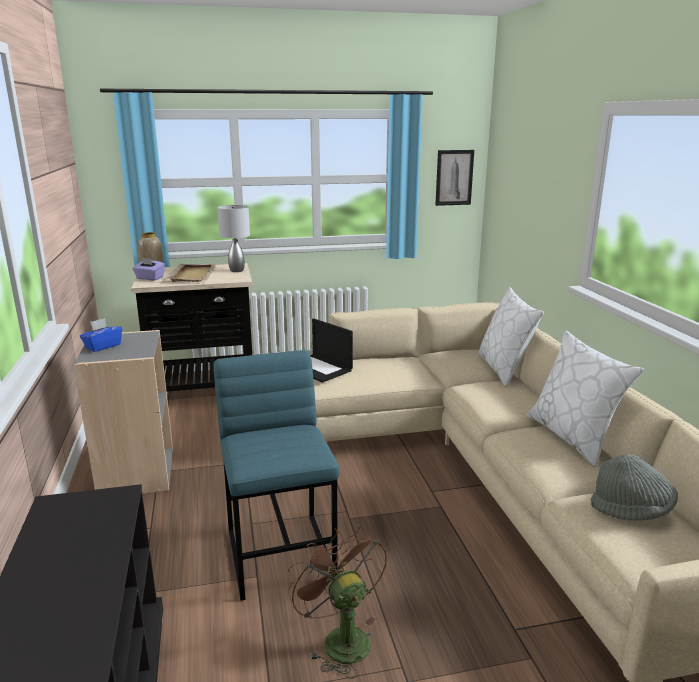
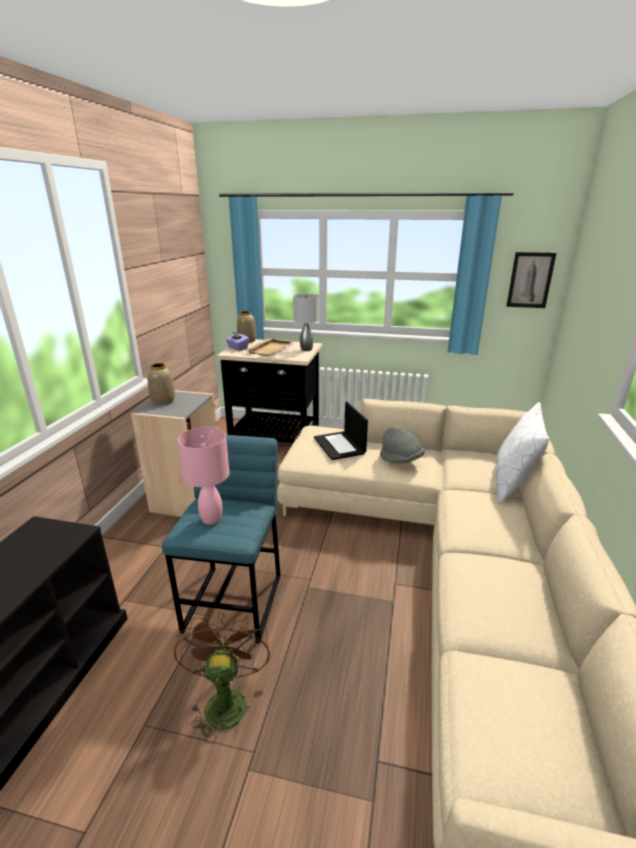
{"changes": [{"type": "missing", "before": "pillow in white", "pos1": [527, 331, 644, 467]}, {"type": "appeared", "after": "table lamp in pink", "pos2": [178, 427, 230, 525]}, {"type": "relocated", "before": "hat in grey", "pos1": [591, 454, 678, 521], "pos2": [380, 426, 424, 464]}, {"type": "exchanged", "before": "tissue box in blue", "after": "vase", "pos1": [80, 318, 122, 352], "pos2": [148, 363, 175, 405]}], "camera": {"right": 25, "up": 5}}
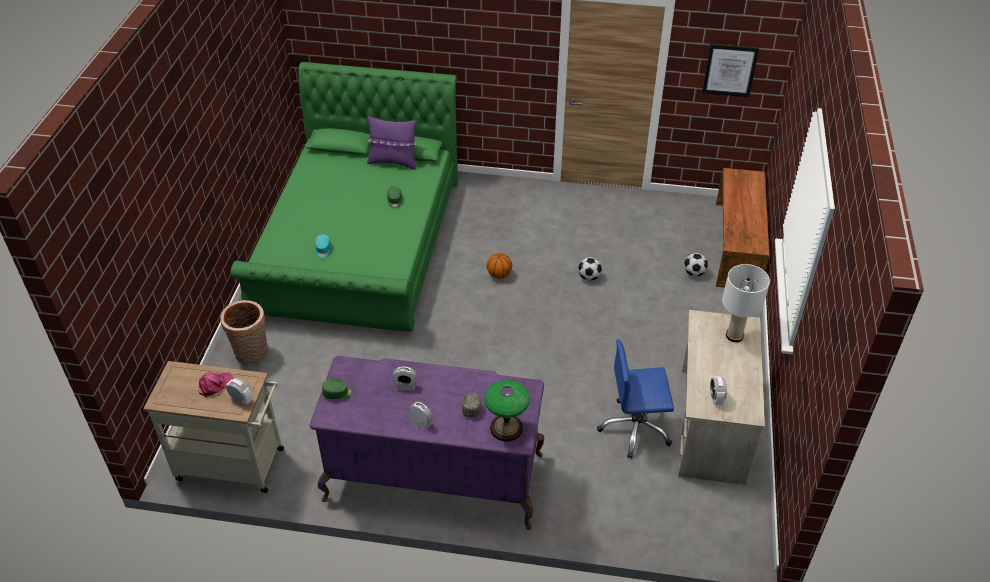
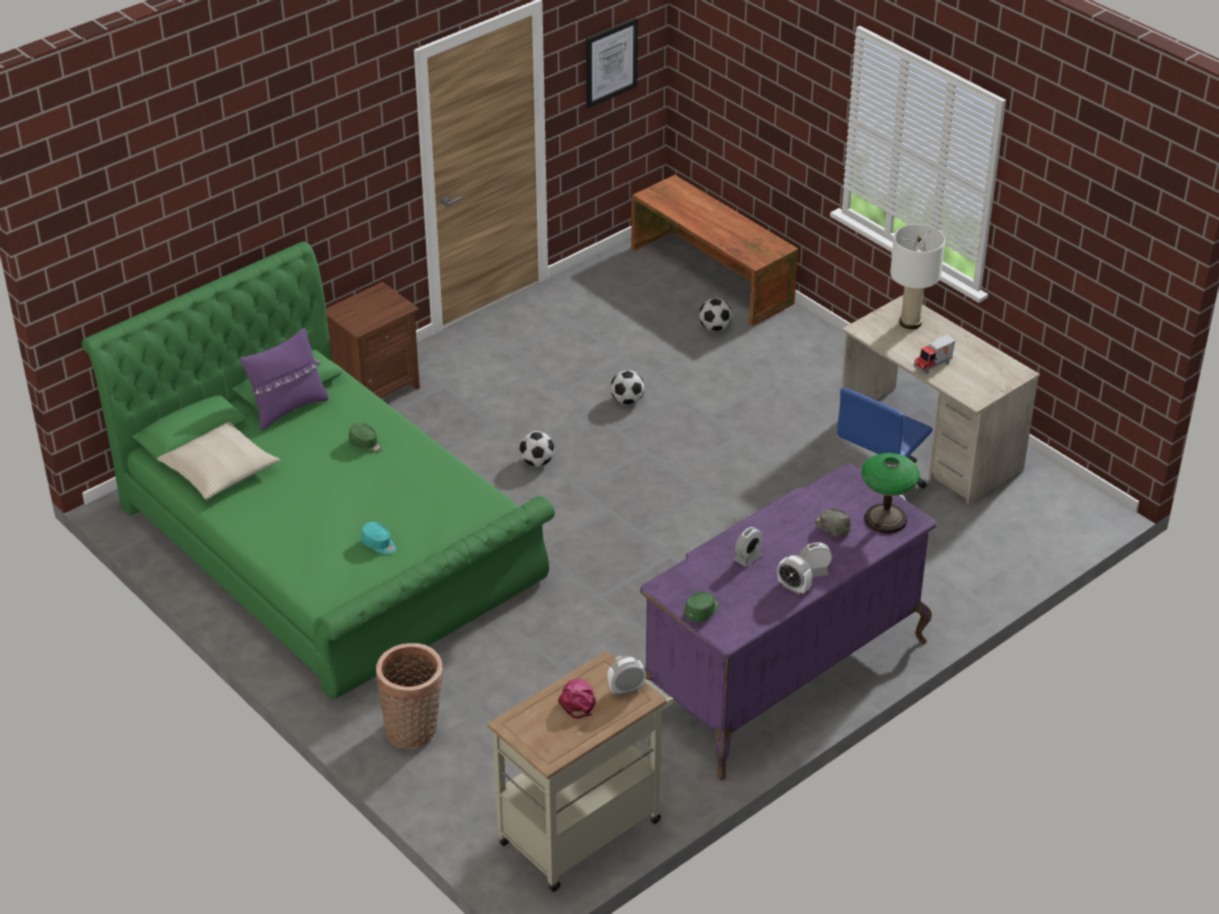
{"changes": [{"type": "appeared", "after": "pillow in beige", "pos2": [157, 422, 280, 499]}, {"type": "appeared", "after": "nightstand in brown", "pos2": [326, 282, 420, 399]}, {"type": "appeared", "after": "toy truck", "pos2": [914, 335, 955, 374]}, {"type": "relocated", "before": "alarm clock", "pos1": [710, 376, 727, 405], "pos2": [777, 555, 812, 595]}, {"type": "exchanged", "before": "basketball", "after": "football", "pos1": [487, 253, 512, 279], "pos2": [519, 431, 555, 467]}], "camera": {"right": -50, "up": -5}}
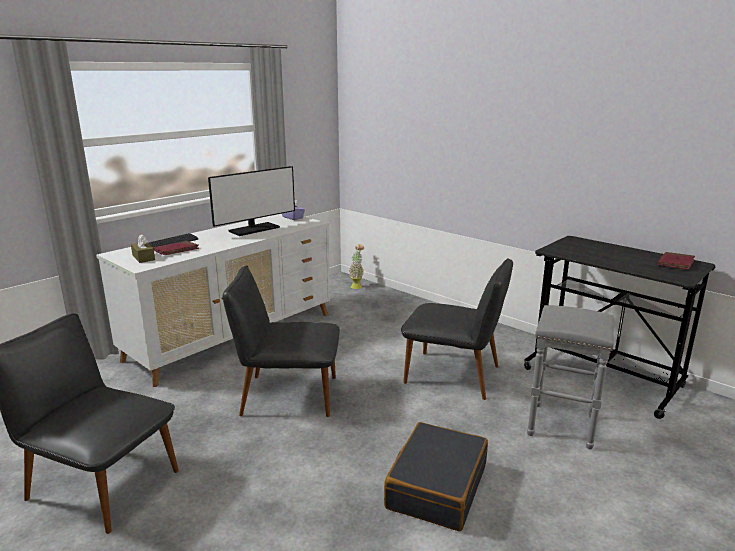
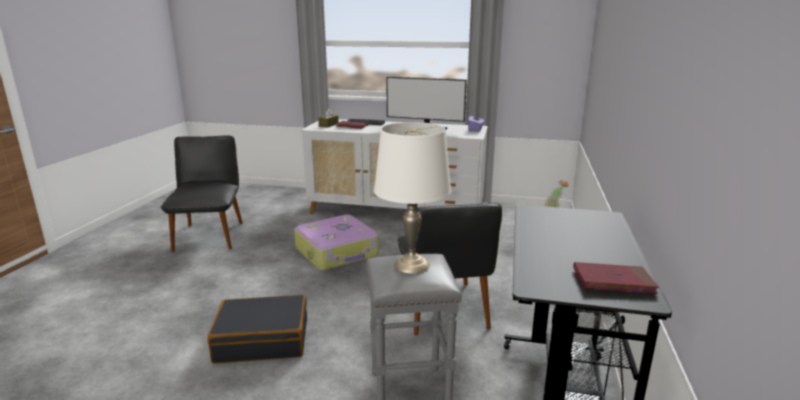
{"changes": [{"type": "appeared", "after": "table lamp in white", "pos2": [374, 122, 451, 274]}, {"type": "exchanged", "before": "chair in black", "after": "suitcase", "pos1": [223, 265, 340, 417], "pos2": [294, 214, 379, 271]}], "camera": {"right": 60, "up": 0}}
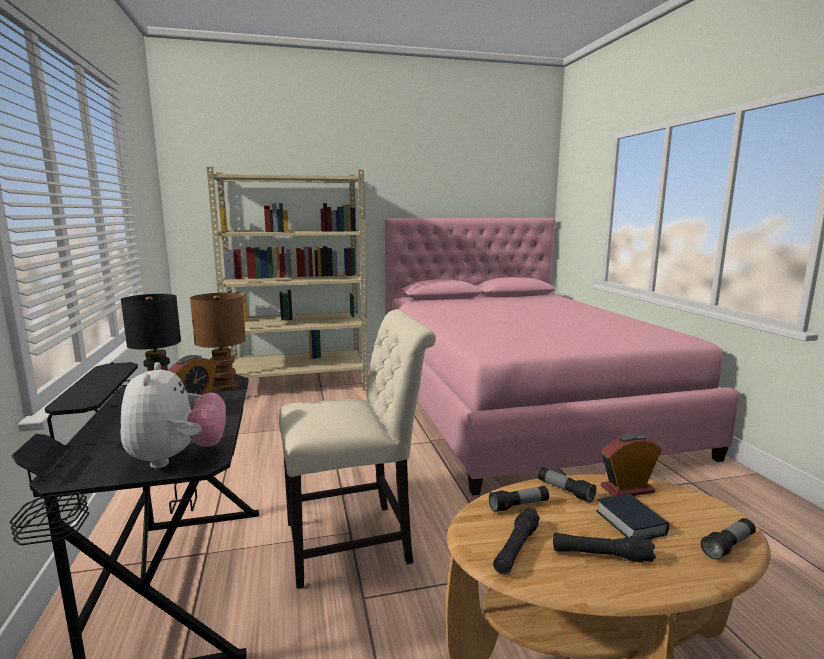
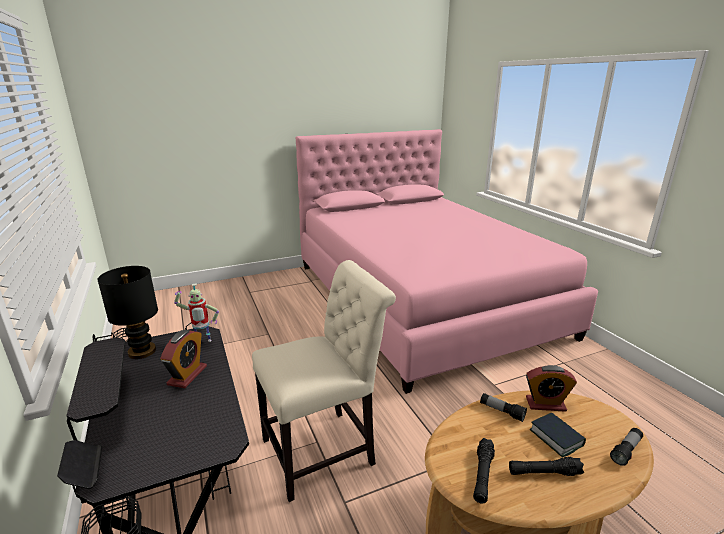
{"changes": [{"type": "missing", "before": "plush toy", "pos1": [121, 362, 226, 468]}, {"type": "missing", "before": "bookcase in beige", "pos1": [207, 167, 368, 391]}, {"type": "missing", "before": "flashlight", "pos1": [489, 486, 549, 513]}, {"type": "exchanged", "before": "table lamp in brown", "after": "toy robot", "pos1": [190, 293, 246, 391], "pos2": [174, 283, 219, 342]}, {"type": "spun", "before": "alarm clock", "pos1": [601, 433, 662, 496], "pos2": [526, 365, 577, 412], "turn": -150}], "camera": {"right": -10, "up": 10}}
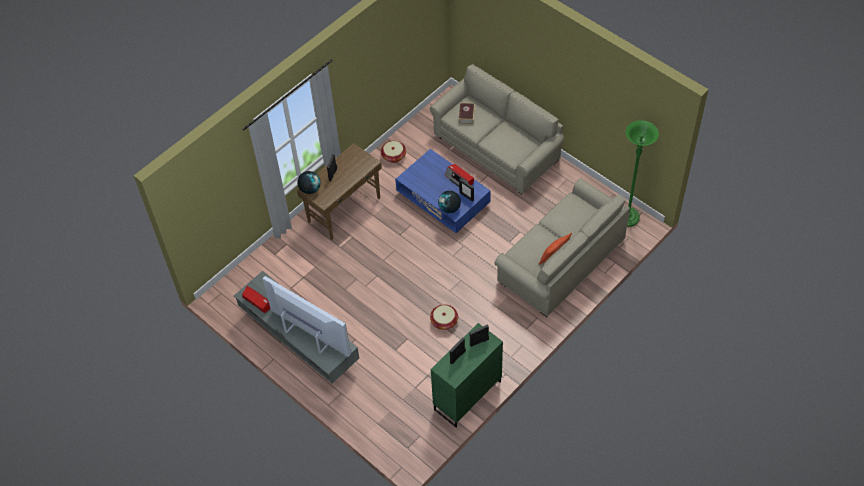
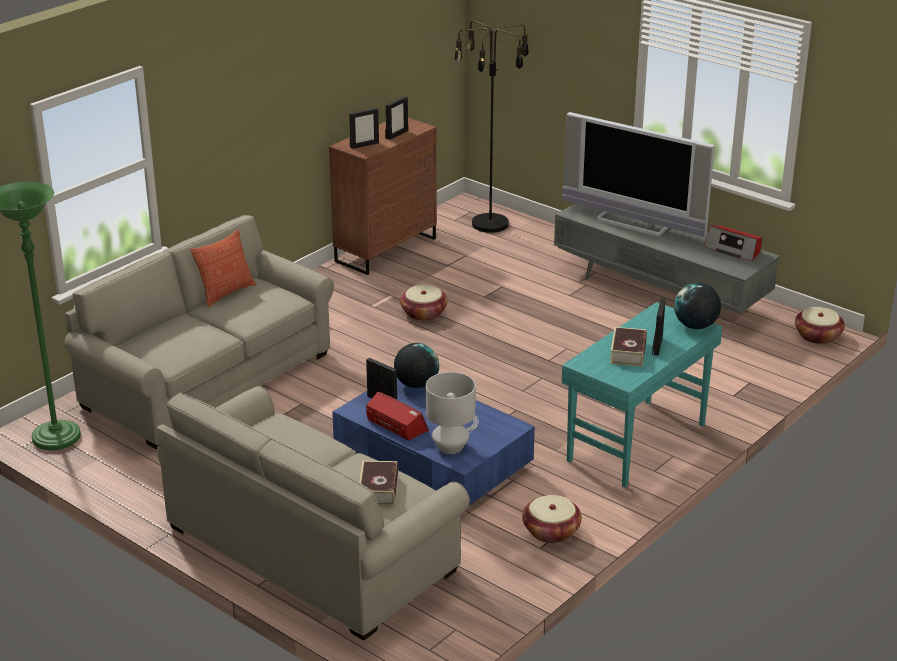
{"changes": [{"type": "appeared", "after": "table lamp in grey", "pos2": [426, 372, 479, 454]}, {"type": "appeared", "after": "floor lamp", "pos2": [455, 20, 529, 233]}, {"type": "appeared", "after": "book", "pos2": [610, 327, 647, 366]}, {"type": "appeared", "after": "basket", "pos2": [795, 307, 845, 344]}, {"type": "colour", "before": "console table in brown", "after": "console table in turquoise", "pos1": [297, 143, 382, 240], "pos2": [562, 302, 722, 488]}, {"type": "colour", "before": "dresser in green", "after": "dresser in brown", "pos1": [431, 323, 503, 427], "pos2": [329, 118, 437, 275]}], "camera": {"right": 175, "up": -25}}
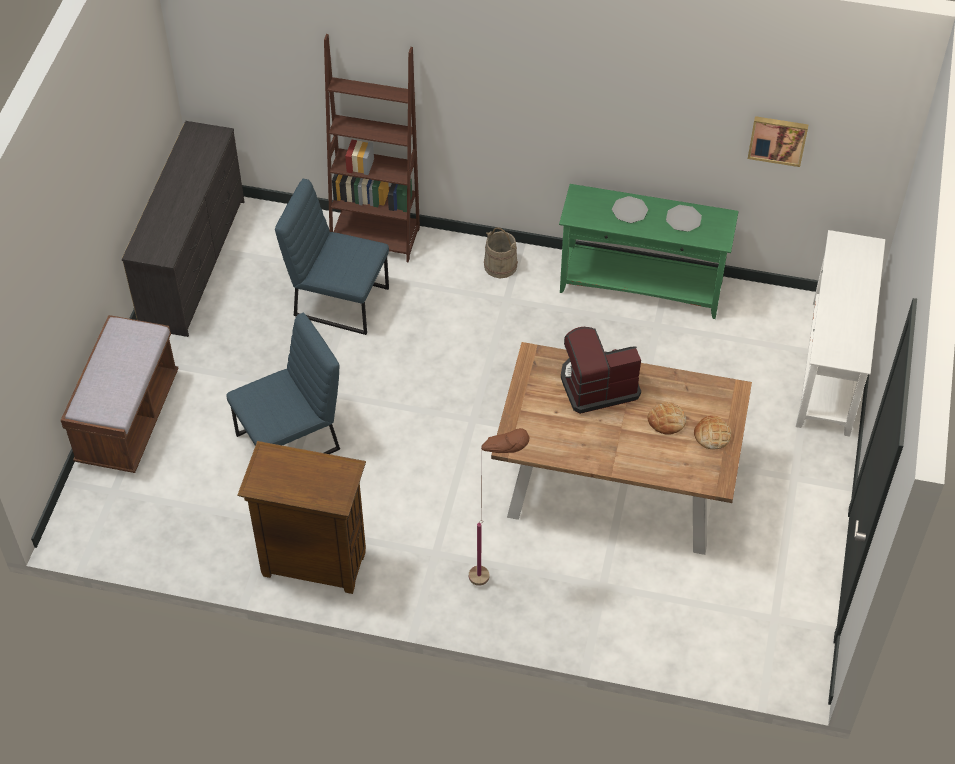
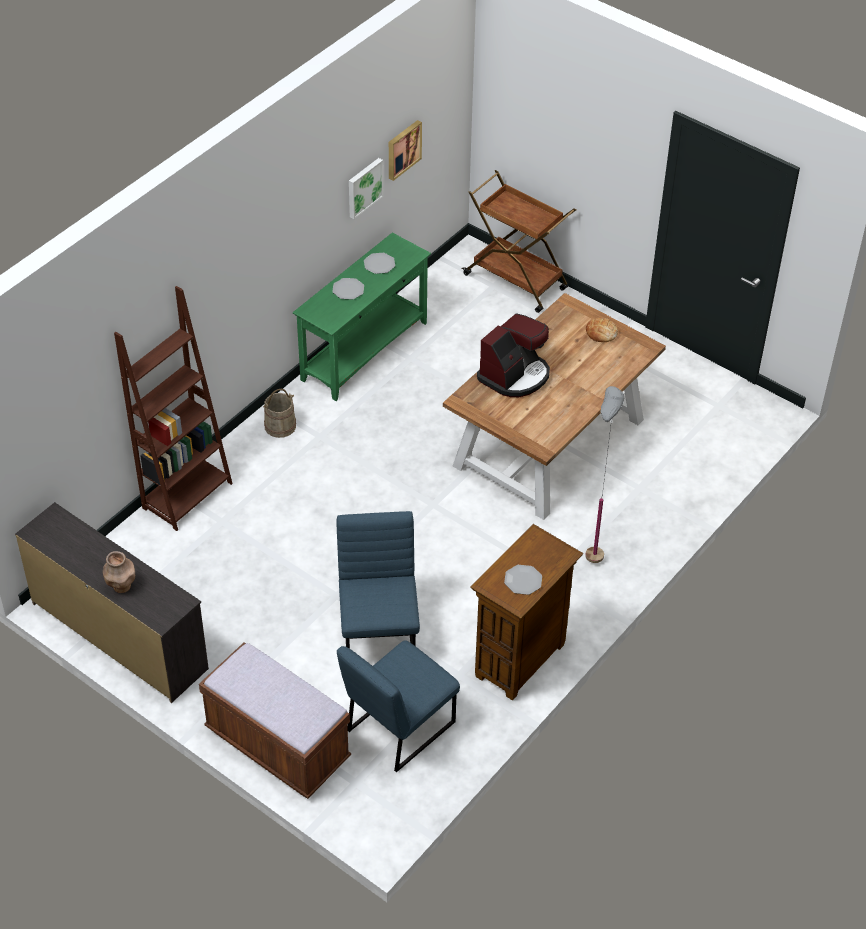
{"changes": [{"type": "missing", "before": "bread", "pos1": [647, 402, 686, 435]}, {"type": "appeared", "after": "vase in brown", "pos2": [103, 551, 135, 593]}, {"type": "appeared", "after": "picture", "pos2": [349, 158, 383, 219]}, {"type": "appeared", "after": "plate", "pos2": [504, 565, 542, 595]}, {"type": "relocated", "before": "chair in blue", "pos1": [275, 179, 389, 335], "pos2": [337, 640, 460, 772]}, {"type": "exchanged", "before": "console table in white", "after": "cart in brown", "pos1": [796, 230, 885, 437], "pos2": [462, 170, 577, 313]}, {"type": "colour", "before": "floor lamp in brown", "after": "floor lamp in grey", "pos1": [469, 428, 529, 586], "pos2": [585, 386, 624, 563]}, {"type": "spun", "before": "coffee machine", "pos1": [561, 327, 641, 414], "pos2": [477, 313, 550, 397], "turn": -150}], "camera": {"right": -65, "up": -5}}
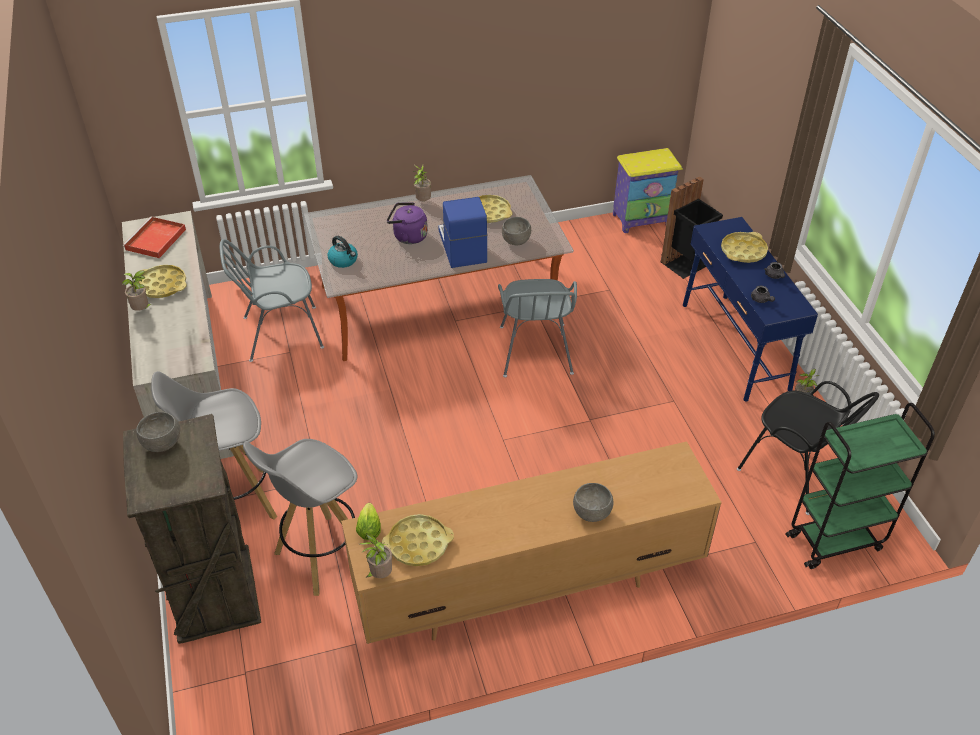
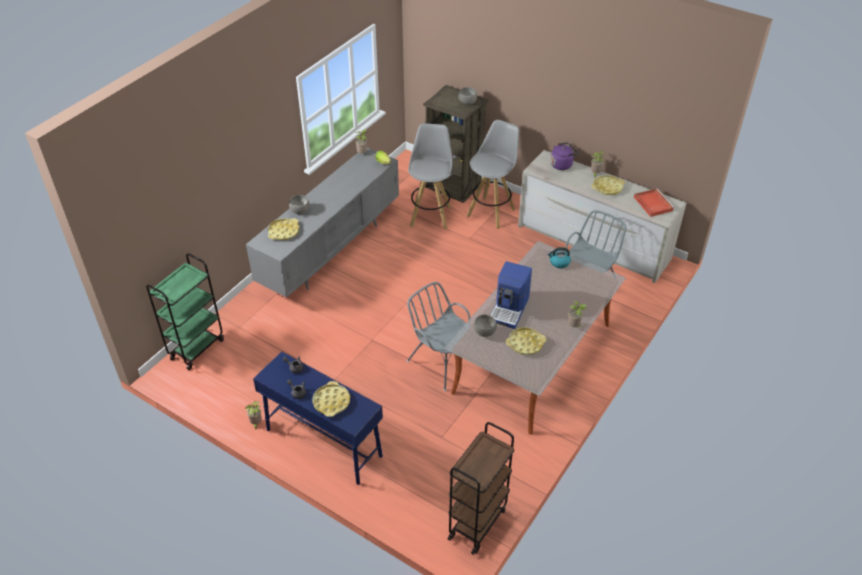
{"changes": [{"type": "missing", "before": "trash can in black", "pos1": [661, 176, 723, 279]}, {"type": "missing", "before": "chair in black", "pos1": [737, 381, 879, 515]}, {"type": "relocated", "before": "tray in yellow", "pos1": [382, 514, 454, 566], "pos2": [268, 218, 299, 240]}, {"type": "relocated", "before": "kettle in purple", "pos1": [387, 202, 428, 244], "pos2": [551, 143, 579, 170]}, {"type": "exchanged", "before": "nightstand", "after": "cart in brown", "pos1": [613, 148, 683, 233], "pos2": [447, 422, 514, 555]}, {"type": "colour", "before": "cabinet in brown", "after": "cabinet in grey", "pos1": [341, 441, 722, 644], "pos2": [246, 148, 399, 298]}, {"type": "spun", "before": "coffee machine", "pos1": [438, 197, 488, 268], "pos2": [490, 261, 532, 329], "turn": 75}], "camera": {"right": 140, "up": 0}}
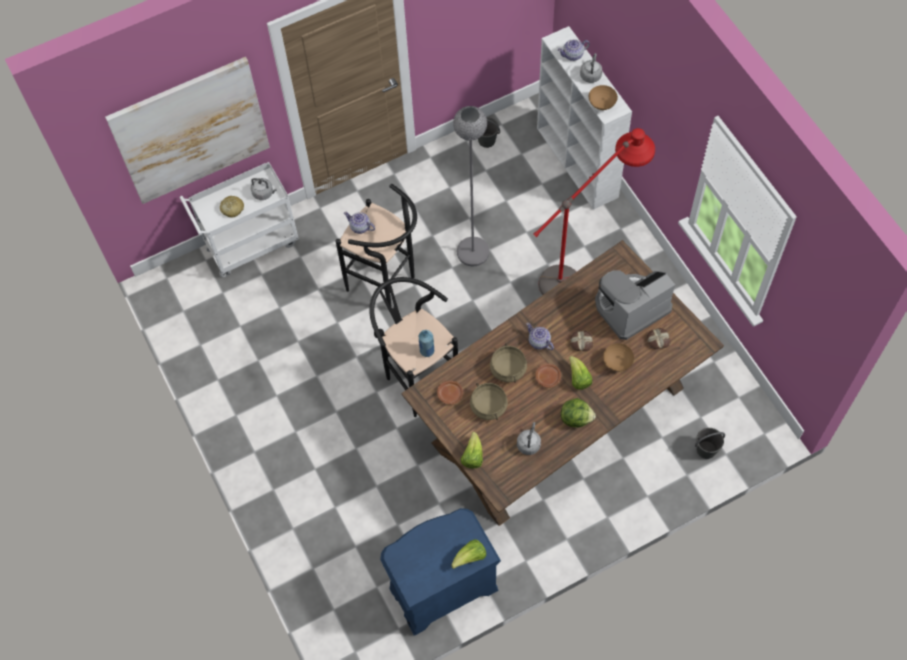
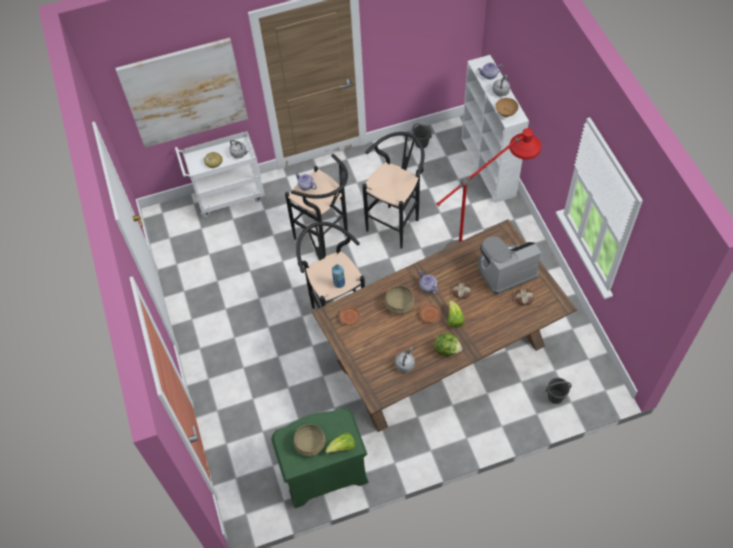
{"changes": [{"type": "missing", "before": "lettuce", "pos1": [461, 432, 483, 468]}, {"type": "missing", "before": "bowl in brown", "pos1": [603, 343, 634, 371]}, {"type": "relocated", "before": "cooking pot in beige", "pos1": [470, 383, 508, 420], "pos2": [294, 423, 326, 458]}, {"type": "exchanged", "before": "floor lamp in grey", "after": "stool in black", "pos1": [453, 106, 489, 266], "pos2": [362, 132, 425, 249]}, {"type": "colour", "before": "nightstand in blue", "after": "nightstand in green", "pos1": [380, 508, 501, 635], "pos2": [271, 408, 369, 508]}], "camera": {"right": 10, "up": -5}}
